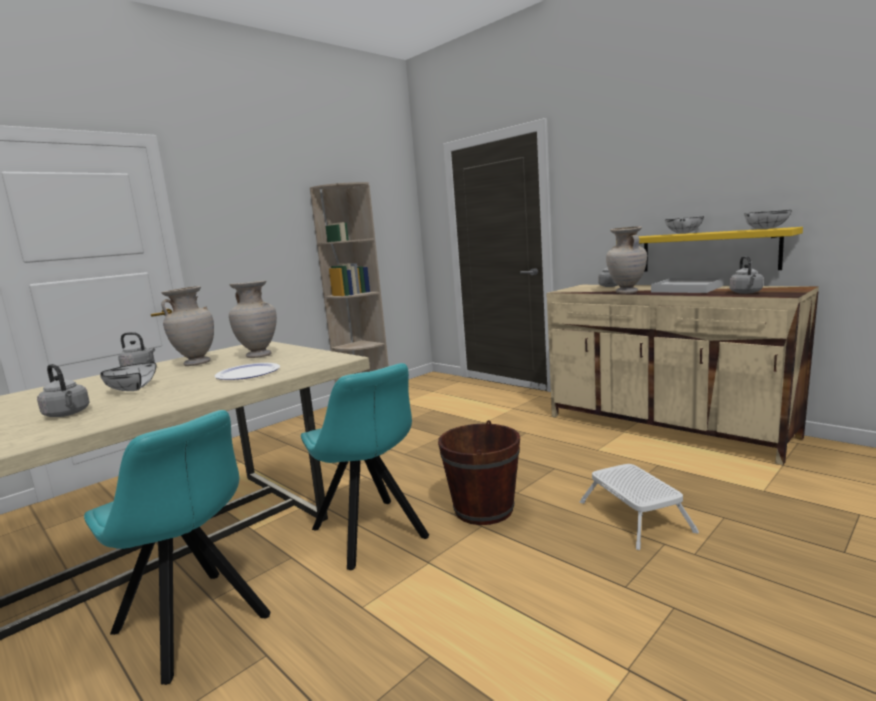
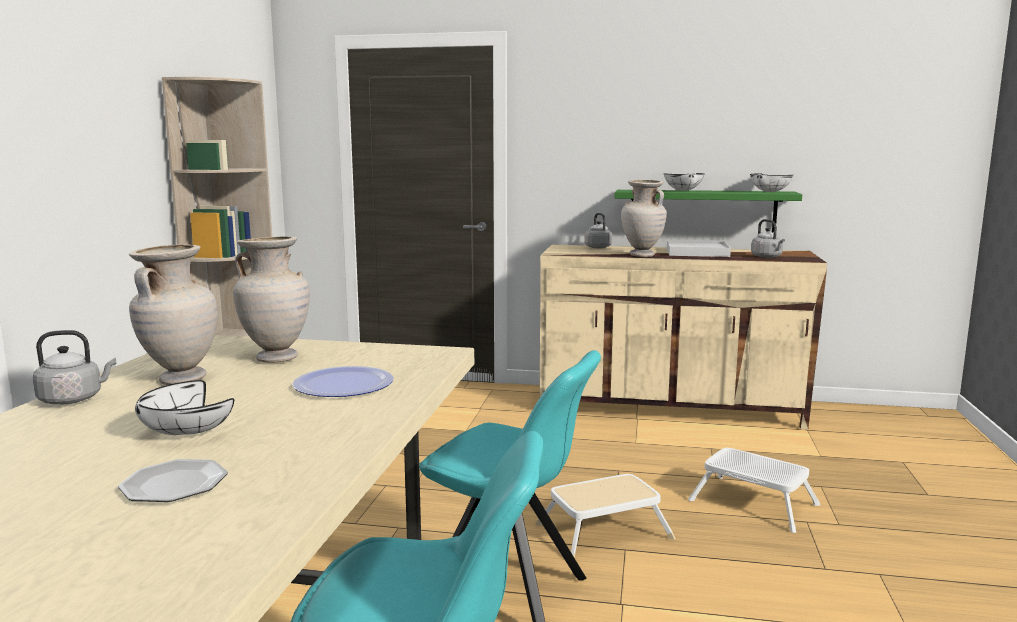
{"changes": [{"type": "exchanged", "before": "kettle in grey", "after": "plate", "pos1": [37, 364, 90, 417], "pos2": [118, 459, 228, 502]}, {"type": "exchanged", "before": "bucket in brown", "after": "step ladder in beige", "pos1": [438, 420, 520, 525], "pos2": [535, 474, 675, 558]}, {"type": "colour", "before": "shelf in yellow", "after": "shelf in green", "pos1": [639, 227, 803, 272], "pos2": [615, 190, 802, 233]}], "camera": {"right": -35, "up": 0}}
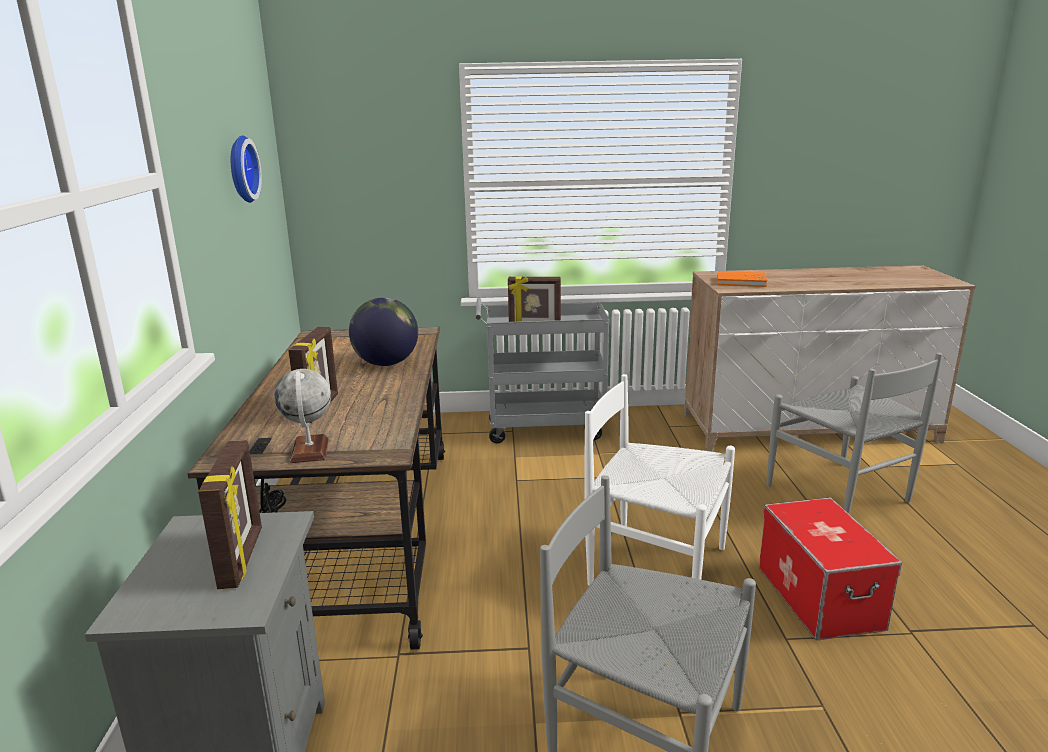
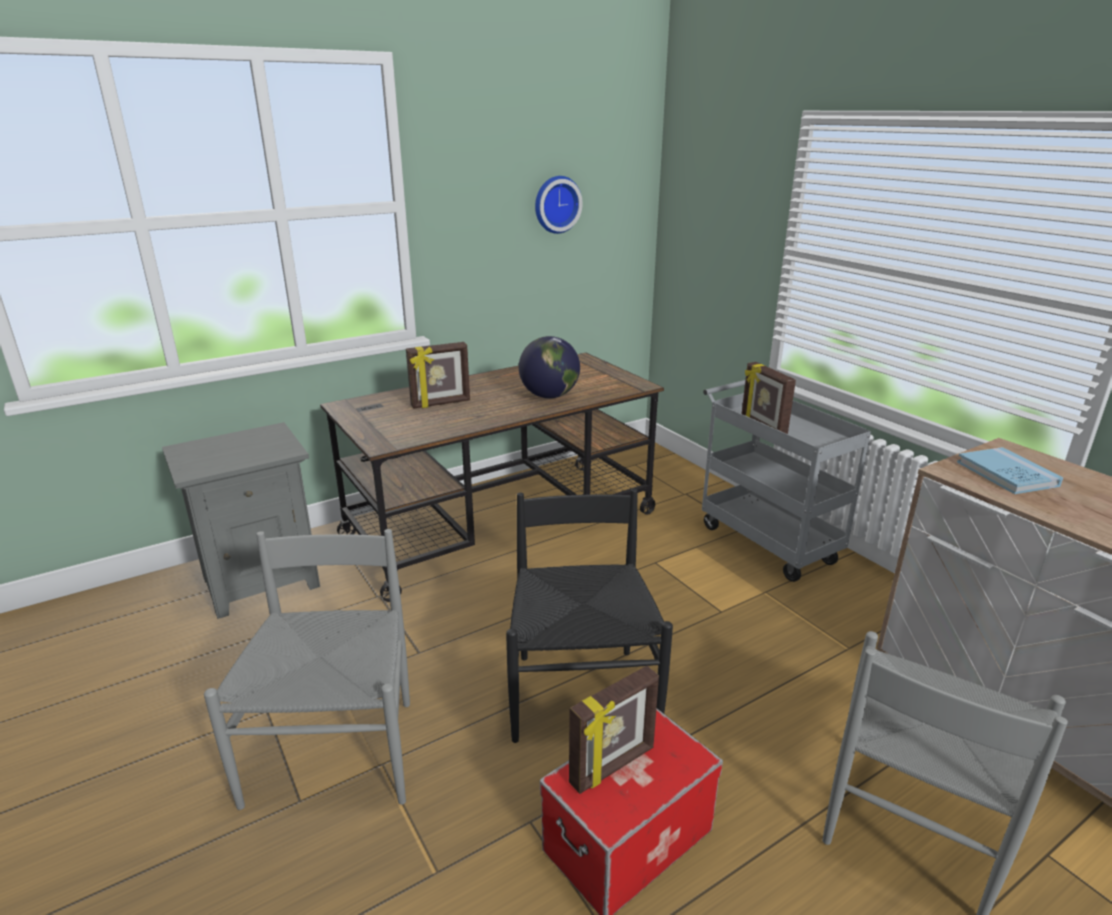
{"changes": [{"type": "missing", "before": "globe", "pos1": [274, 369, 331, 463]}, {"type": "relocated", "before": "picture frame", "pos1": [198, 440, 262, 589], "pos2": [569, 666, 659, 794]}, {"type": "colour", "before": "chair in white", "after": "chair in black", "pos1": [584, 374, 735, 586], "pos2": [506, 489, 673, 743]}, {"type": "colour", "before": "book in orange", "after": "book in blue", "pos1": [717, 271, 767, 287], "pos2": [957, 447, 1064, 494]}], "camera": {"right": 60, "up": 5}}
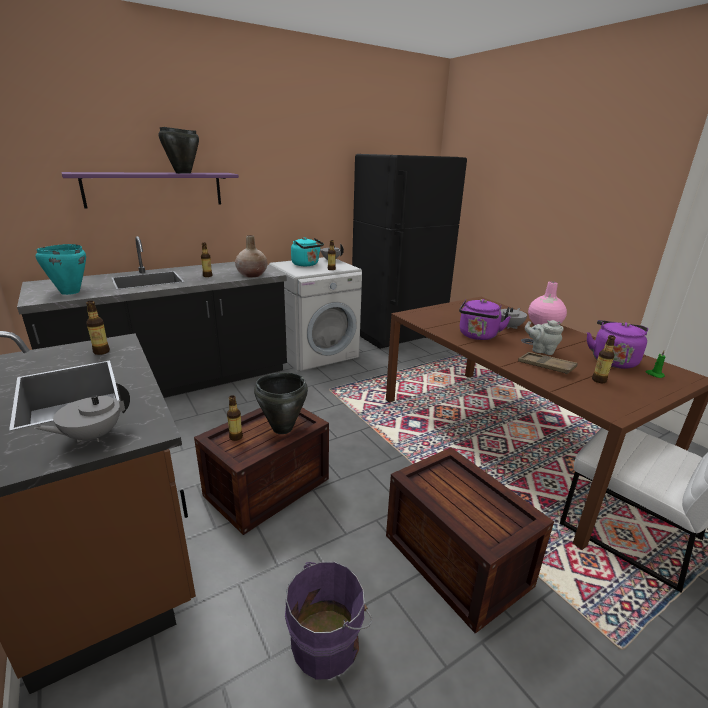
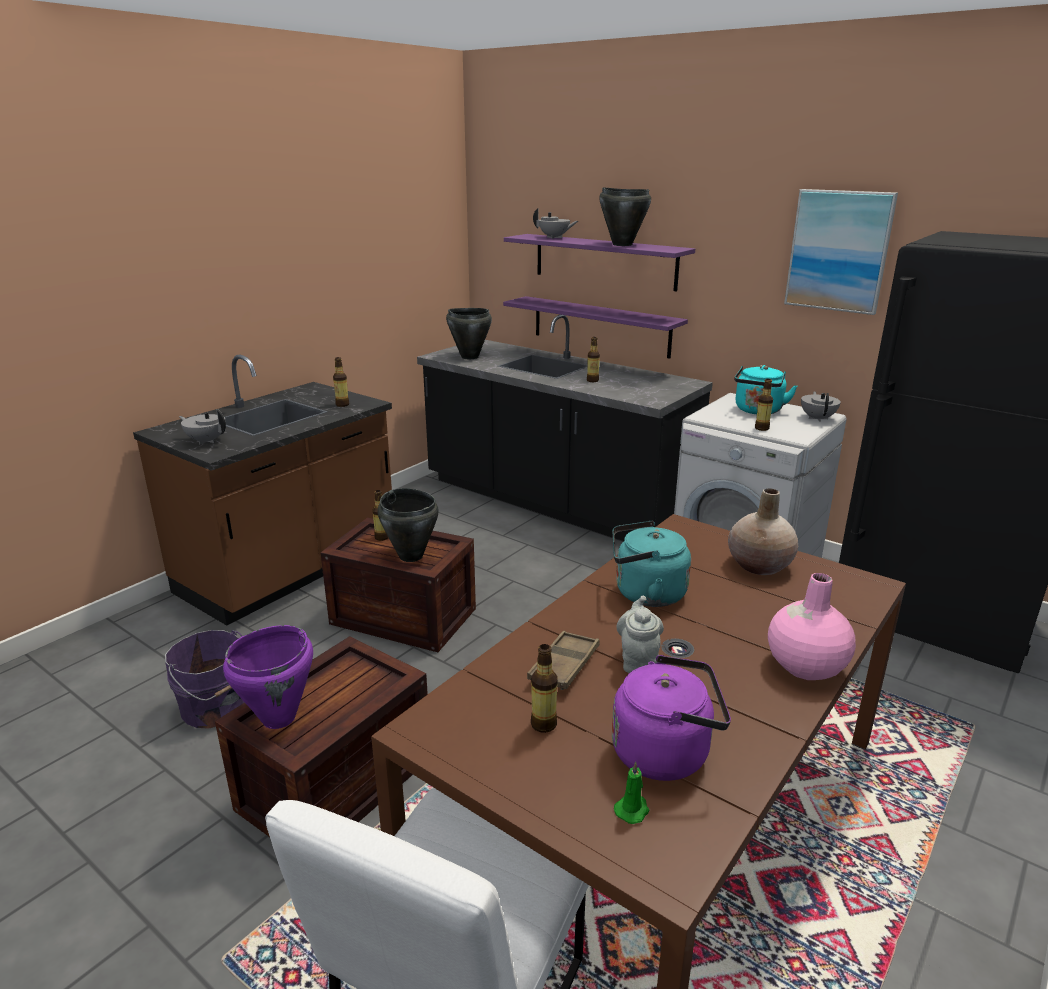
{"changes": [{"type": "appeared", "after": "cooking pot in purple", "pos2": [223, 625, 313, 729]}, {"type": "appeared", "after": "shelf in purple", "pos2": [503, 296, 688, 359]}, {"type": "appeared", "after": "picture", "pos2": [784, 189, 898, 315]}, {"type": "relocated", "before": "vase in beige", "pos1": [235, 235, 268, 277], "pos2": [728, 488, 798, 575]}, {"type": "relocated", "before": "teapot in grey", "pos1": [500, 307, 527, 329], "pos2": [533, 208, 578, 239]}, {"type": "colour", "before": "cooking pot in turquoise", "after": "cooking pot in black", "pos1": [36, 244, 86, 295], "pos2": [446, 308, 492, 359]}, {"type": "colour", "before": "kettle in purple", "after": "kettle in turquoise", "pos1": [459, 299, 511, 340], "pos2": [613, 521, 691, 607]}], "camera": {"right": 70, "up": 0}}
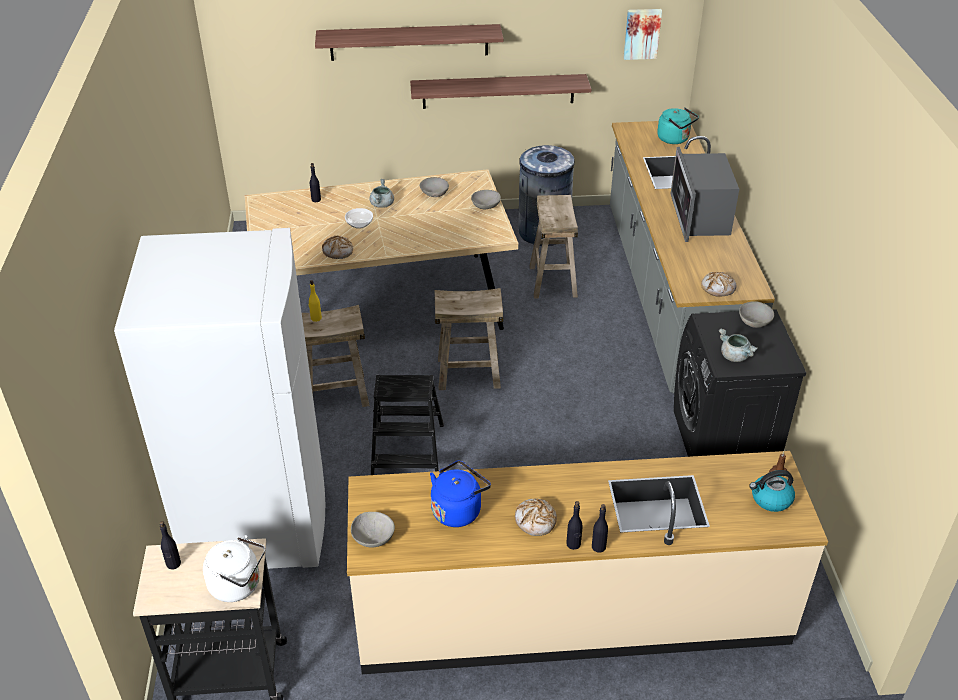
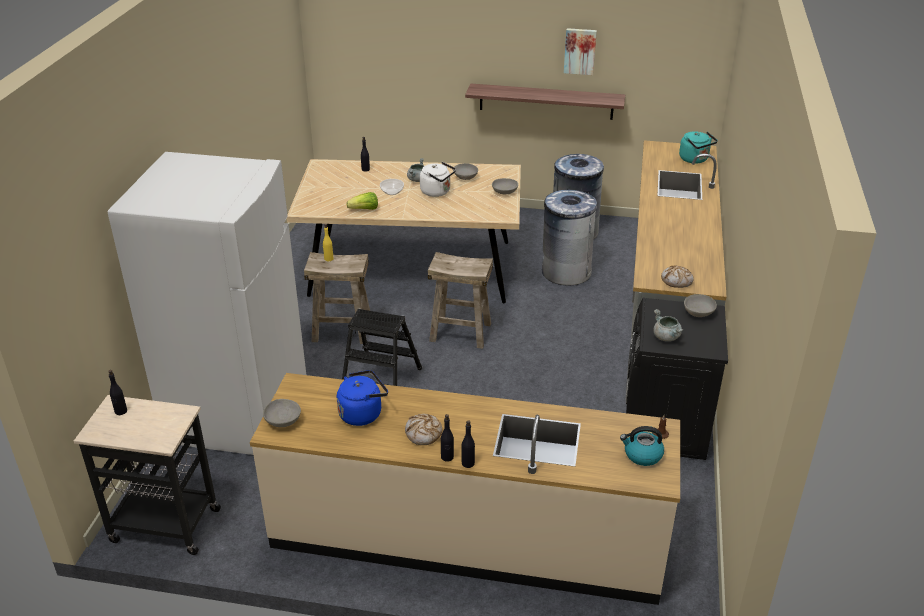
{"changes": [{"type": "missing", "before": "shelf", "pos1": [315, 24, 503, 61]}, {"type": "missing", "before": "microwave", "pos1": [670, 147, 739, 242]}, {"type": "relocated", "before": "kettle in white", "pos1": [203, 535, 265, 602], "pos2": [420, 162, 456, 197]}, {"type": "relocated", "before": "picture", "pos1": [623, 9, 662, 60], "pos2": [564, 28, 597, 75]}, {"type": "exchanged", "before": "bread", "after": "lettuce", "pos1": [322, 236, 353, 259], "pos2": [347, 192, 378, 210]}, {"type": "exchanged", "before": "stool in beige", "after": "trash can in grey", "pos1": [530, 195, 578, 299], "pos2": [542, 190, 597, 285]}], "camera": {"right": 15, "up": -5}}
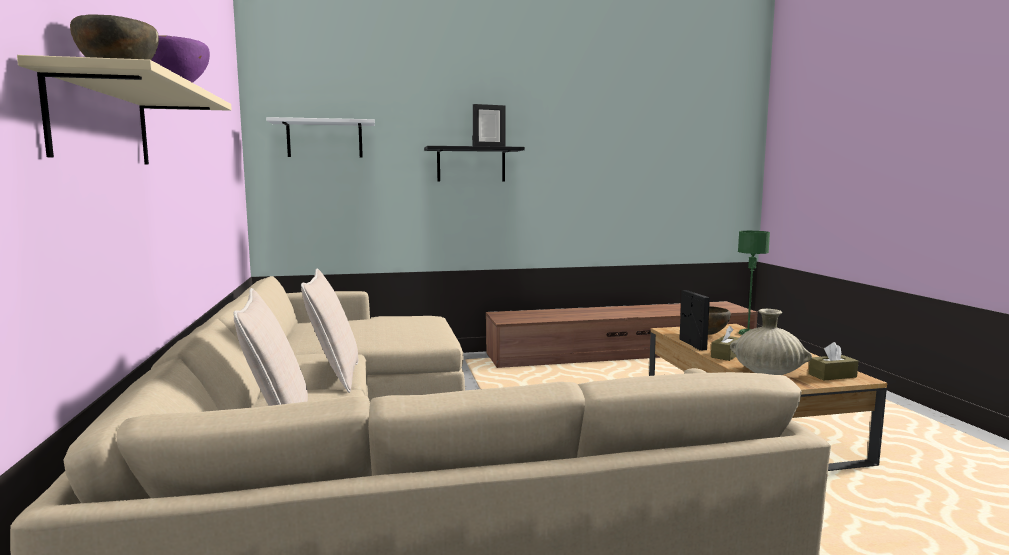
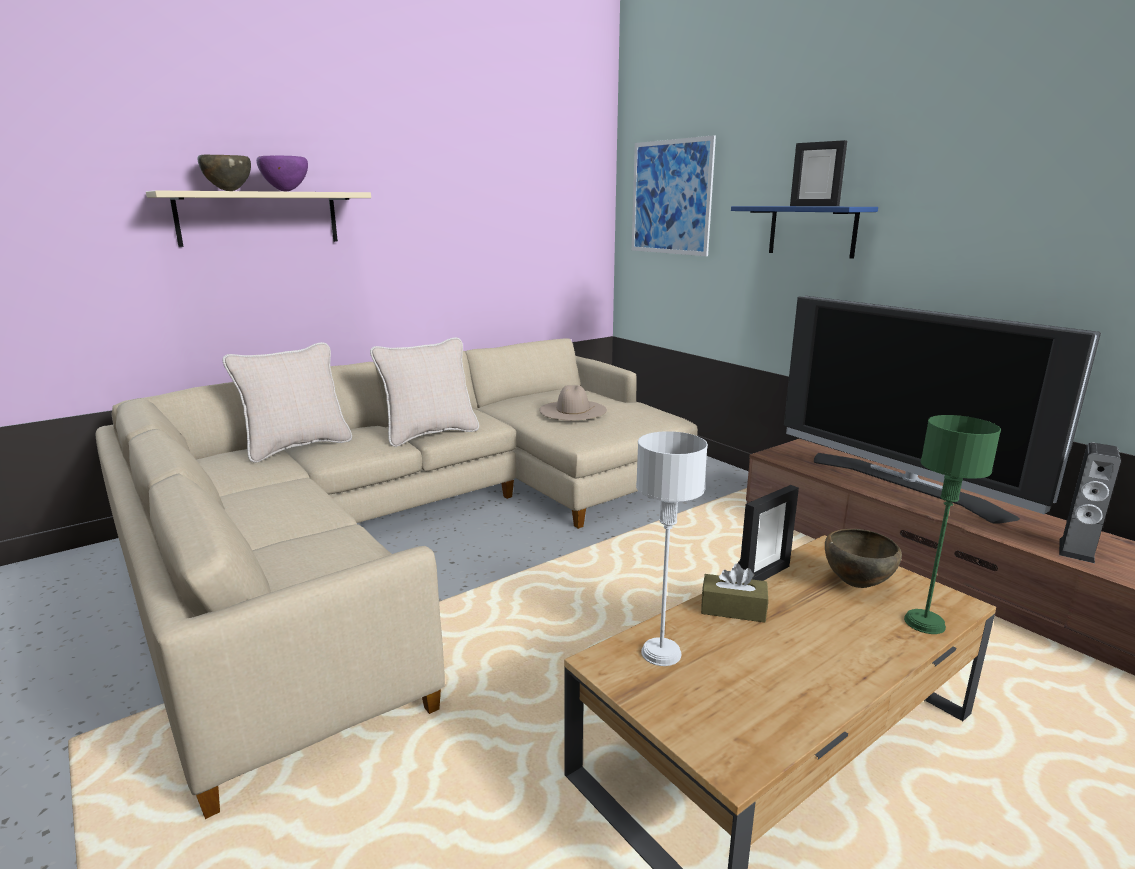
{"changes": [{"type": "missing", "before": "tissue box in brown", "pos1": [808, 342, 859, 381]}, {"type": "appeared", "after": "hat in beige", "pos2": [539, 385, 607, 420]}, {"type": "appeared", "after": "television", "pos2": [784, 296, 1101, 524]}, {"type": "appeared", "after": "speaker", "pos2": [1059, 443, 1121, 563]}, {"type": "exchanged", "before": "shelf in white", "after": "picture", "pos1": [266, 117, 375, 158], "pos2": [632, 135, 716, 256]}, {"type": "exchanged", "before": "vase in beige", "after": "table lamp in grey", "pos1": [730, 309, 812, 375], "pos2": [636, 431, 708, 666]}, {"type": "colour", "before": "shelf in black", "after": "shelf in blue", "pos1": [424, 146, 525, 182], "pos2": [731, 206, 878, 259]}], "camera": {"right": 65, "up": 10}}
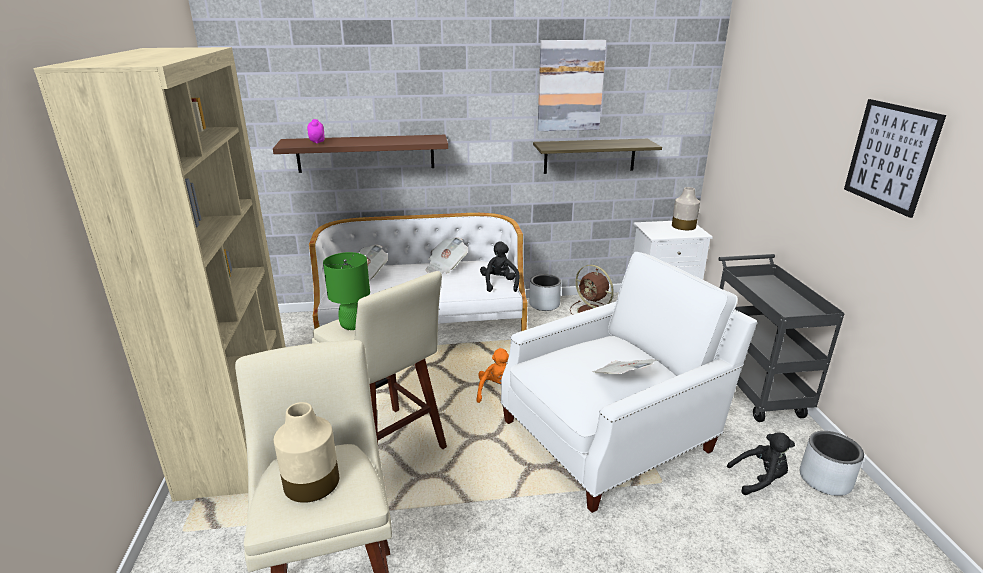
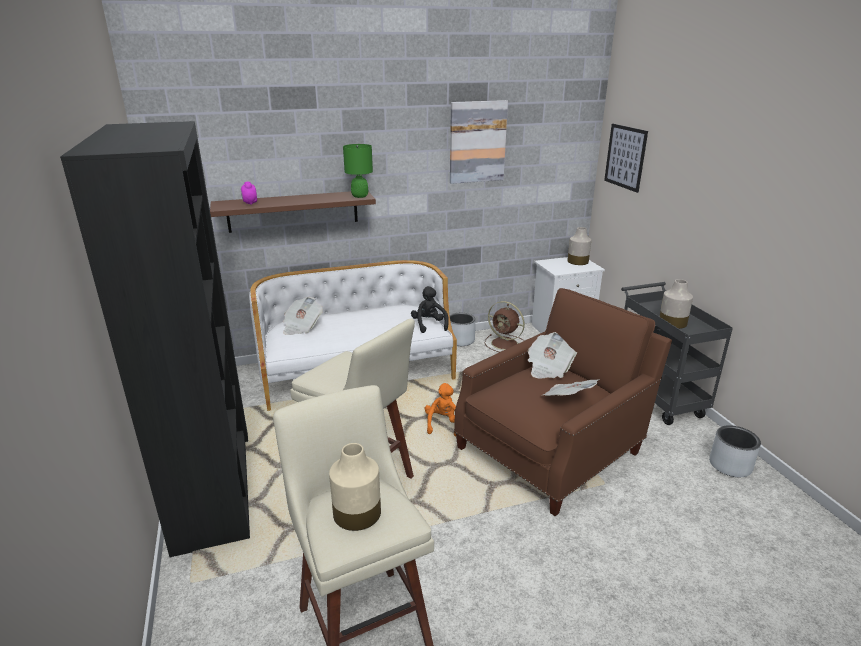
{"changes": [{"type": "missing", "before": "shelf", "pos1": [533, 139, 662, 174]}, {"type": "missing", "before": "plush toy in black", "pos1": [727, 433, 795, 495]}, {"type": "appeared", "after": "vase in beige", "pos2": [659, 279, 693, 329]}, {"type": "relocated", "before": "table lamp in green", "pos1": [323, 252, 370, 330], "pos2": [343, 144, 373, 198]}, {"type": "relocated", "before": "newspaper", "pos1": [426, 237, 468, 273], "pos2": [528, 332, 577, 378]}, {"type": "relocated", "before": "picture", "pos1": [844, 99, 946, 218], "pos2": [604, 124, 648, 193]}, {"type": "colour", "before": "bookcase in beige", "after": "bookcase in black", "pos1": [34, 47, 286, 502], "pos2": [60, 121, 250, 557]}, {"type": "colour", "before": "armchair in white", "after": "armchair in brown", "pos1": [500, 252, 757, 513], "pos2": [454, 288, 672, 516]}], "camera": {"right": -10, "up": 0}}
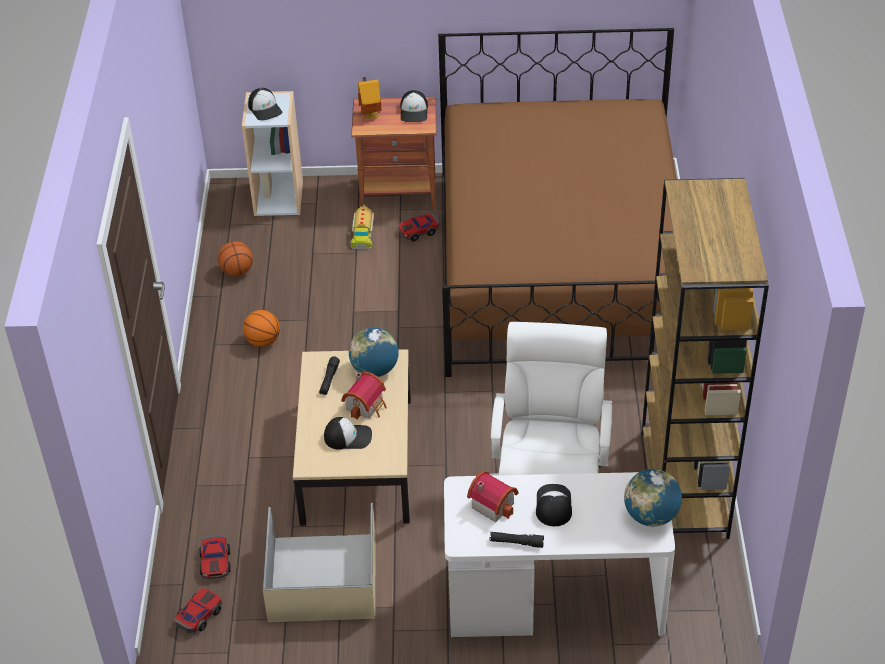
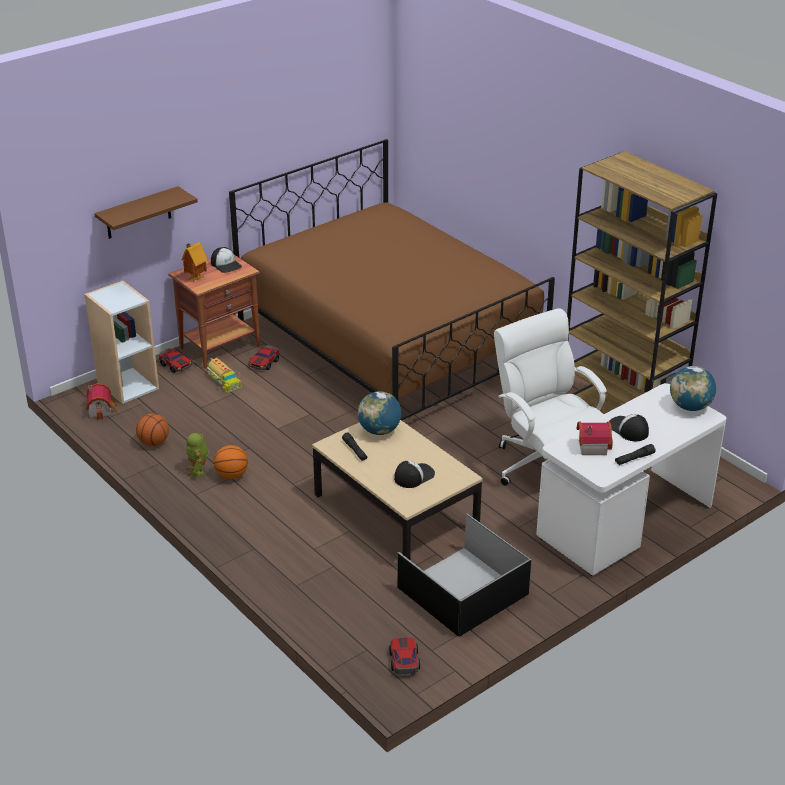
{"changes": [{"type": "missing", "before": "cap", "pos1": [248, 88, 282, 120]}, {"type": "appeared", "after": "shelf in brown", "pos2": [94, 186, 198, 239]}, {"type": "appeared", "after": "toy robot", "pos2": [186, 433, 209, 477]}, {"type": "relocated", "before": "toy car", "pos1": [200, 534, 231, 579], "pos2": [159, 348, 192, 373]}, {"type": "relocated", "before": "toy house", "pos1": [341, 372, 387, 420], "pos2": [86, 383, 117, 419]}, {"type": "colour", "before": "storage box in beige", "after": "storage box in black", "pos1": [263, 503, 376, 622], "pos2": [397, 513, 531, 637]}], "camera": {"right": -40, "up": -10}}
